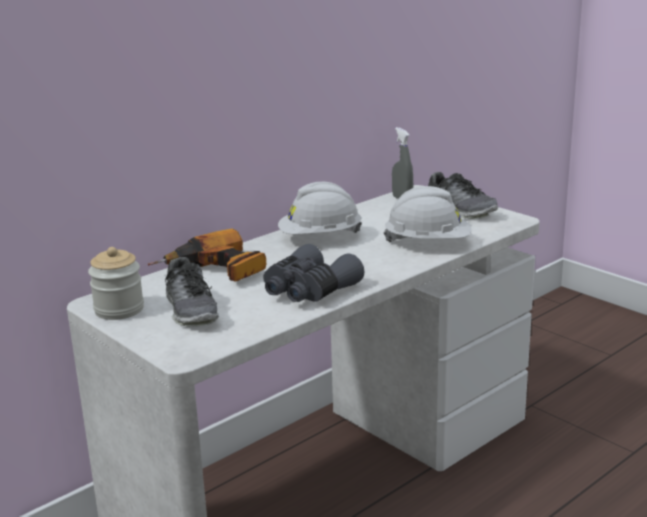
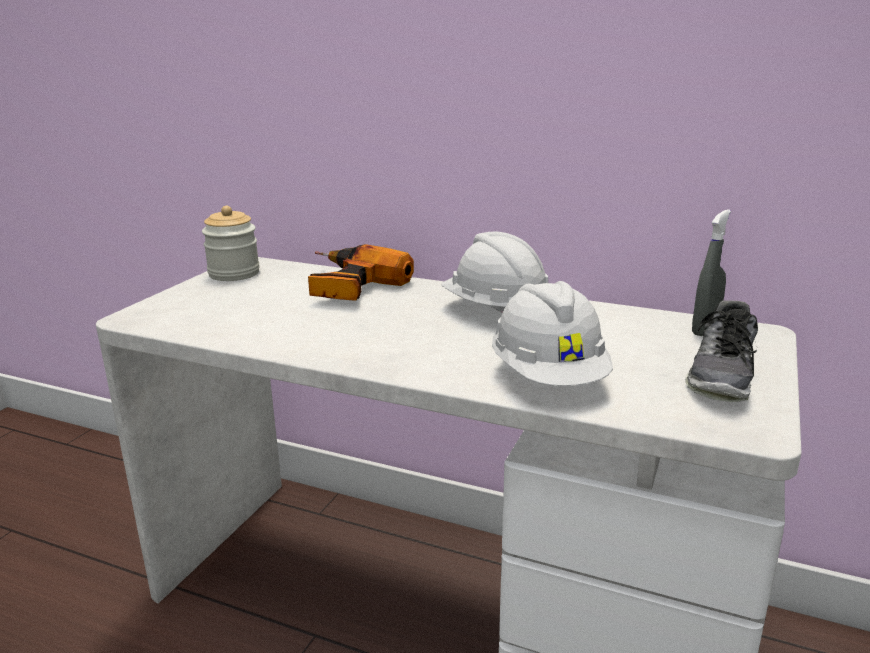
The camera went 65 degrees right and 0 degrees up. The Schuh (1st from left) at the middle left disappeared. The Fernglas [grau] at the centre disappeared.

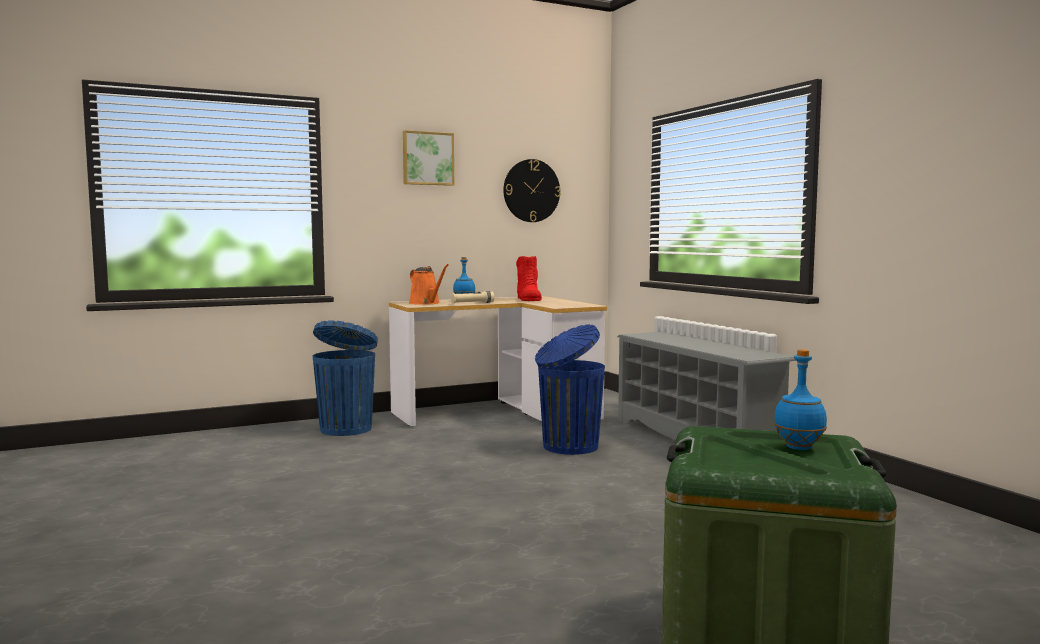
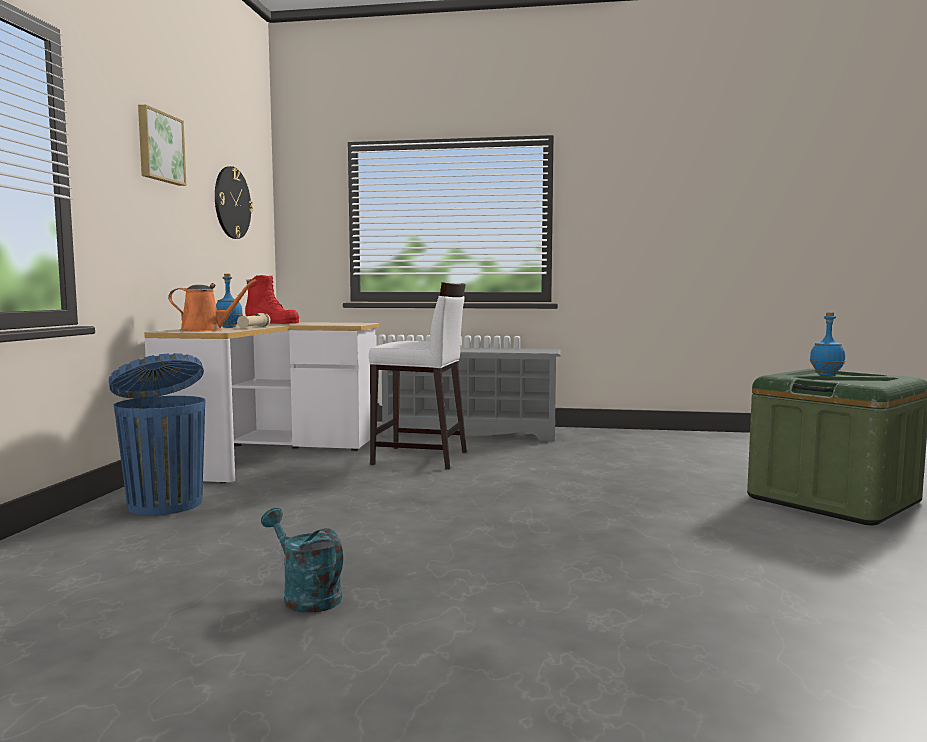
The camera went 55 degrees left and 0 degrees up. The Mülleimer [blau] (2nd from left) at the centre was replaced by the Hocker [weiß] at the centre. The Gießkanne [türkis] at the bottom left appeared.

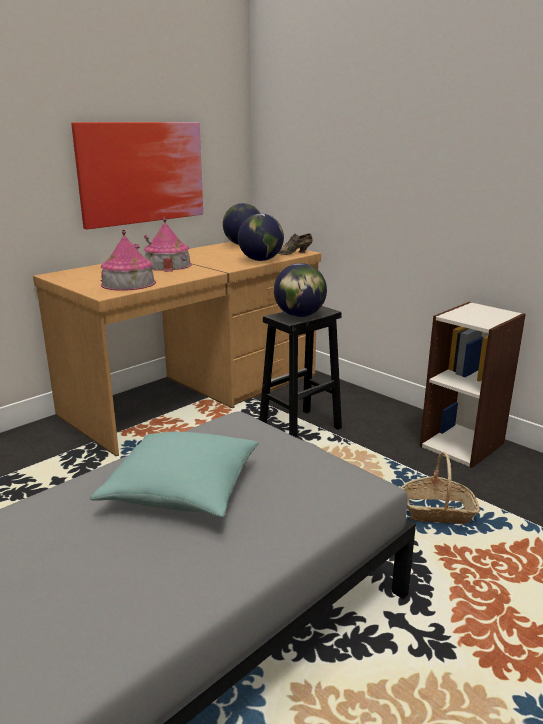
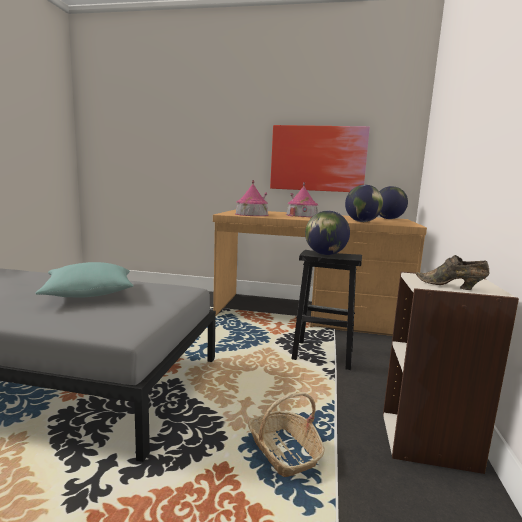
The camera went 55 degrees right and 10 degrees down. The Schuh [braun] moved from the centre to the middle right.

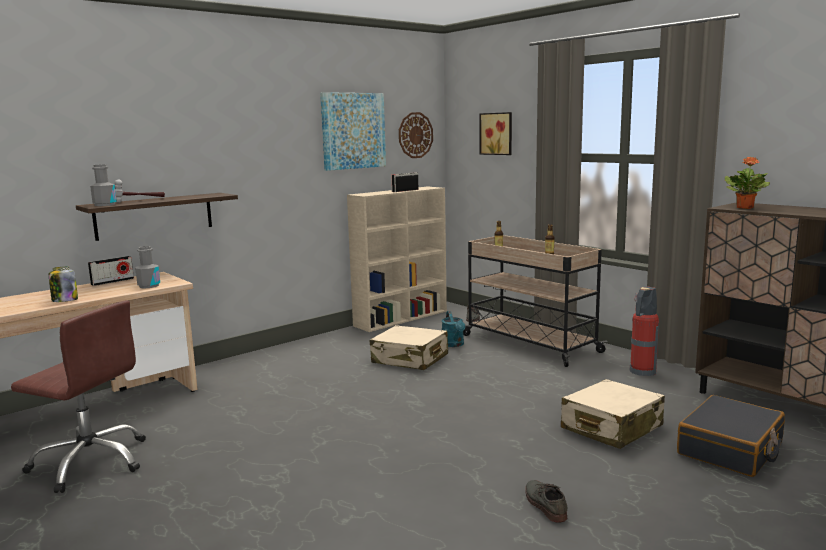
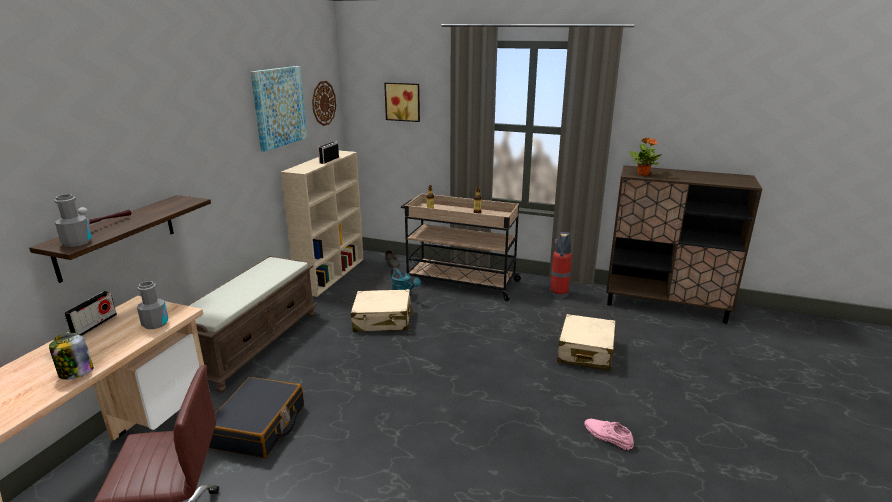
The camera went 30 degrees left and 10 degrees up. The Schuh [grau] (2nd from left) at the bottom centre became the Schuh [rosa] at the bottom right. The Koffer [schwarz] moved from the bottom right to the bottom left. The Bank [braun] at the middle left appeared.

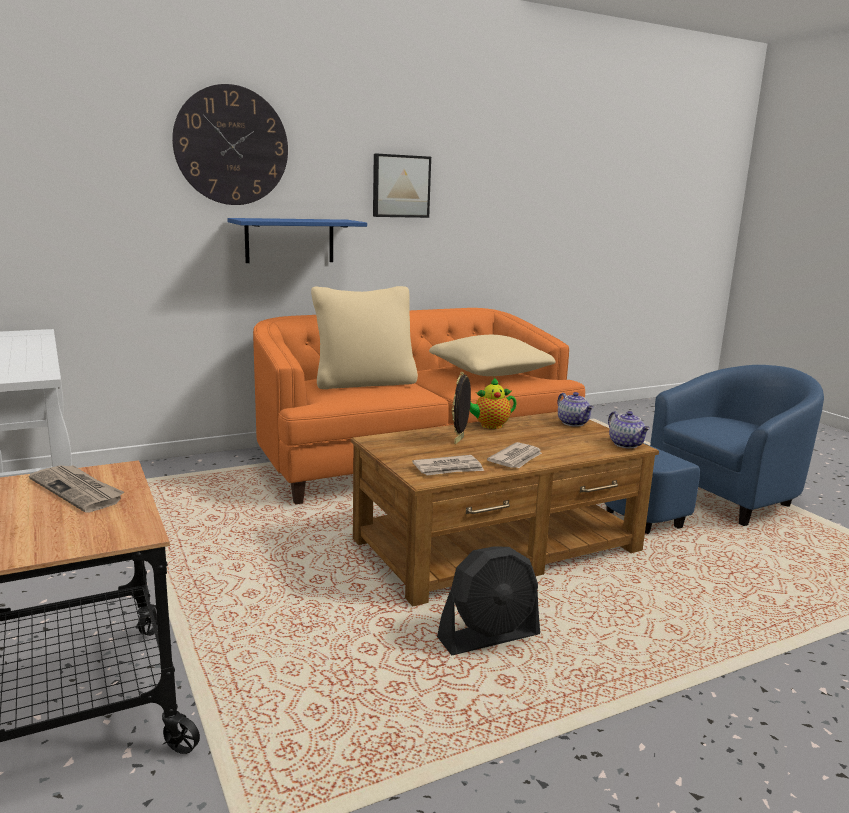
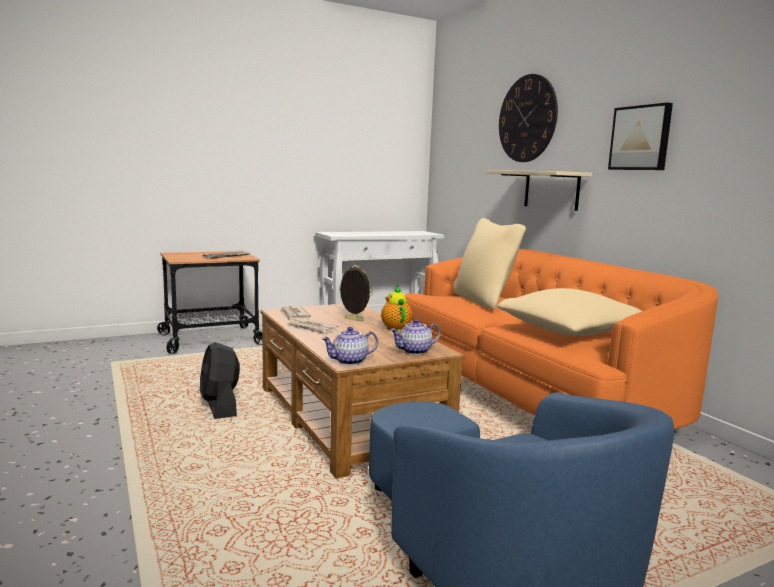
The camera went 90 degrees right and 5 degrees down. The Wandregal [blau] at the top centre became the Wandregal [beige] at the top right.

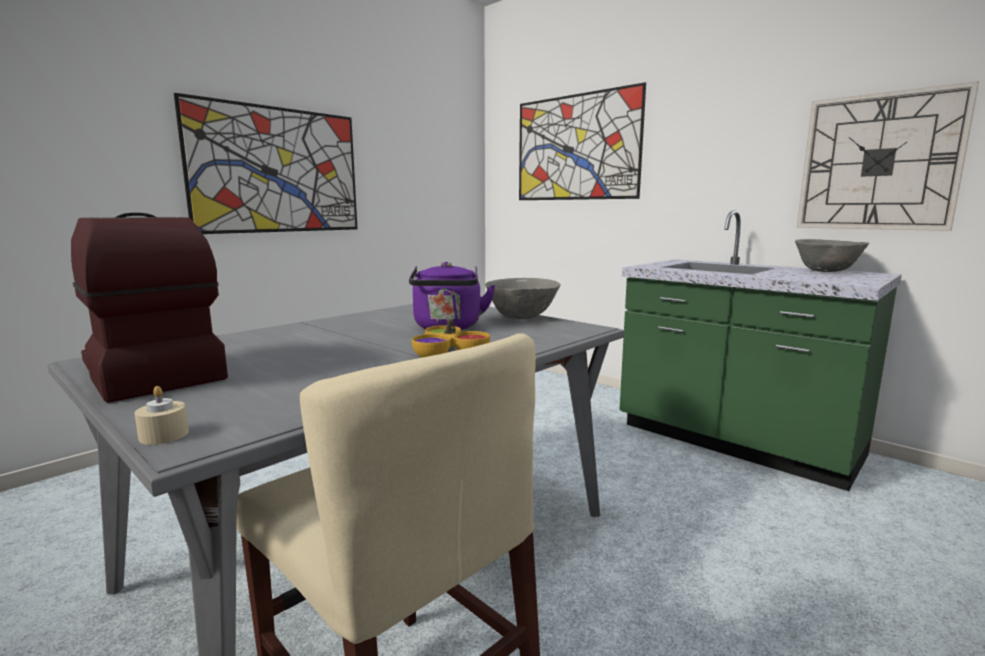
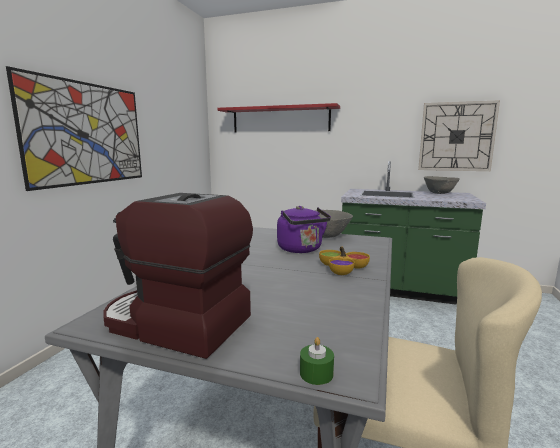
The camera went 25 degrees left and 0 degrees up. The Kerze [beige] at the middle left became the Kerze [grün] at the bottom centre. The Bild (2nd from left) at the top centre was replaced by the Wandregal [rot] at the top centre.

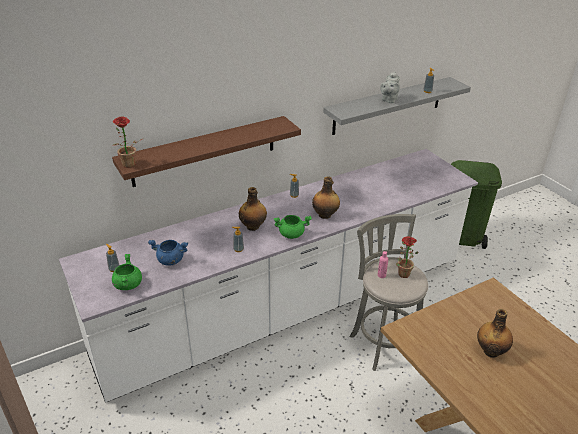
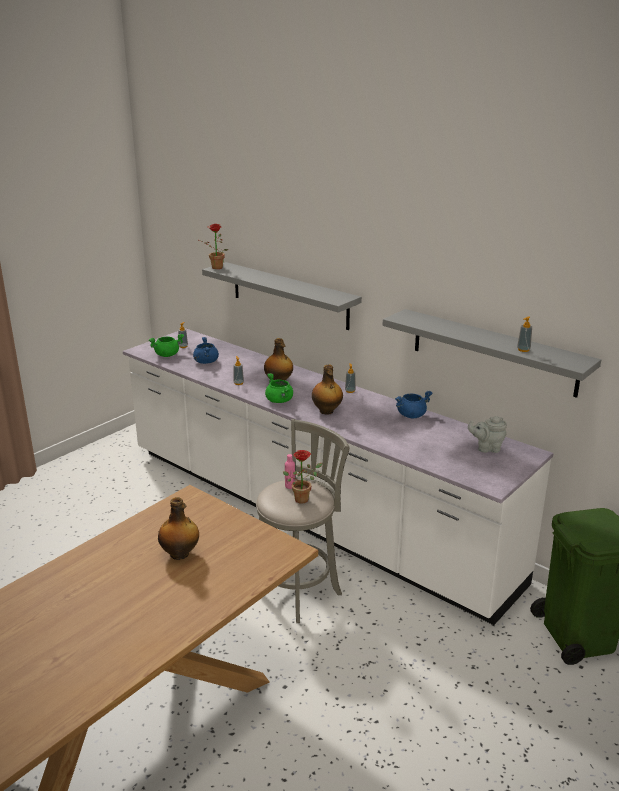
The camera went 70 degrees right and 10 degrees down. The Wandregal [braun] at the centre became the Wandregal [grau] (1st from left) at the centre. The Teekanne [grau] moved from the top right to the middle right. The Kochtopf [blau] (2nd from left) at the middle right appeared.

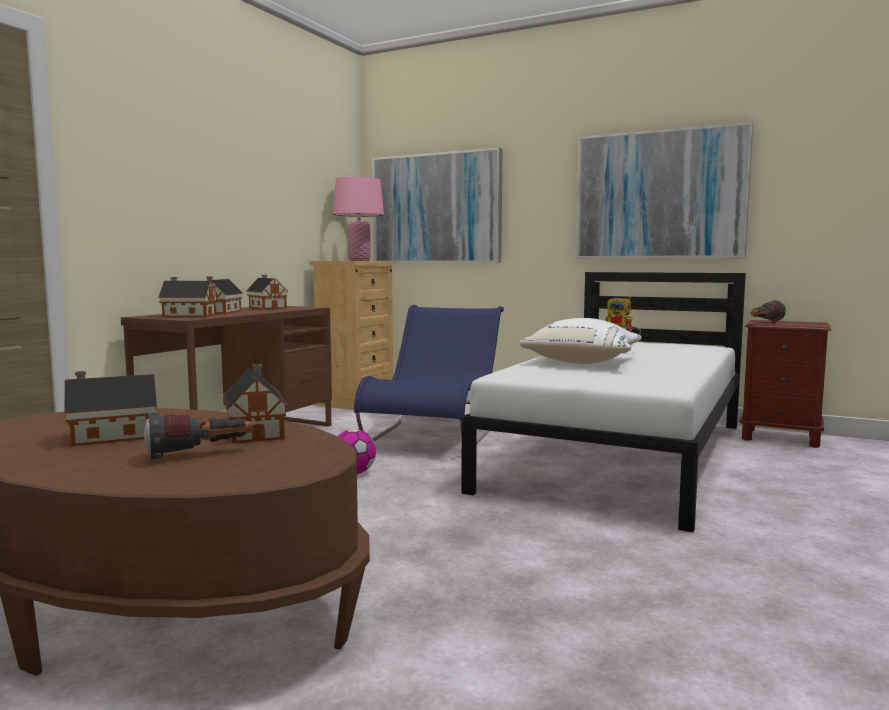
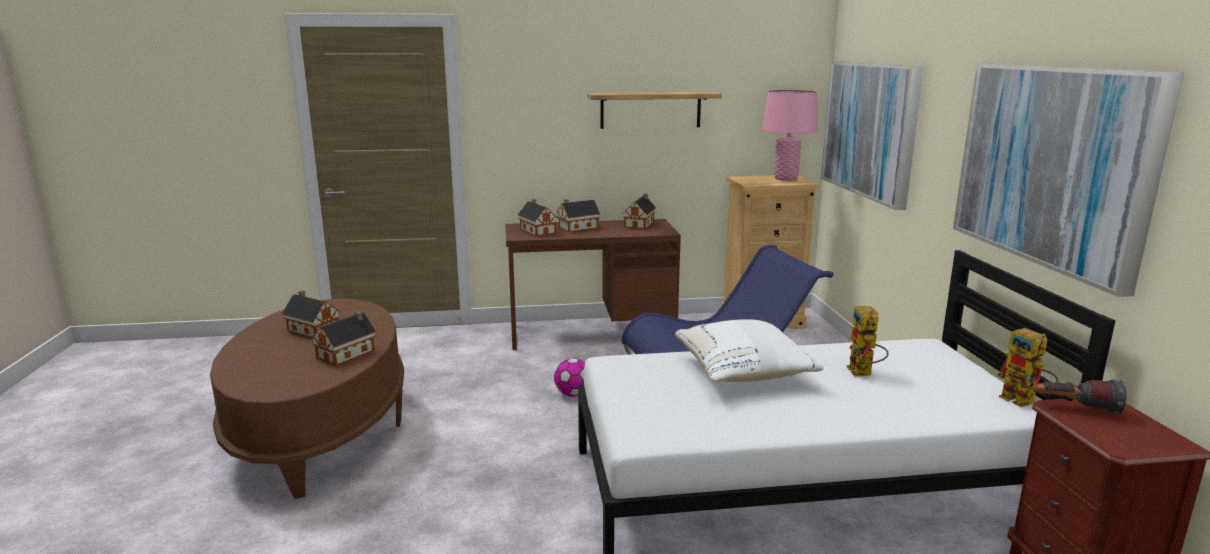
The camera went 55 degrees right and 10 degrees up. The Taschenlampe (1st from left) at the middle left disappeared. The Wandregal at the top centre appeared. The Spielzeugroboter (2nd from left) at the middle right appeared.

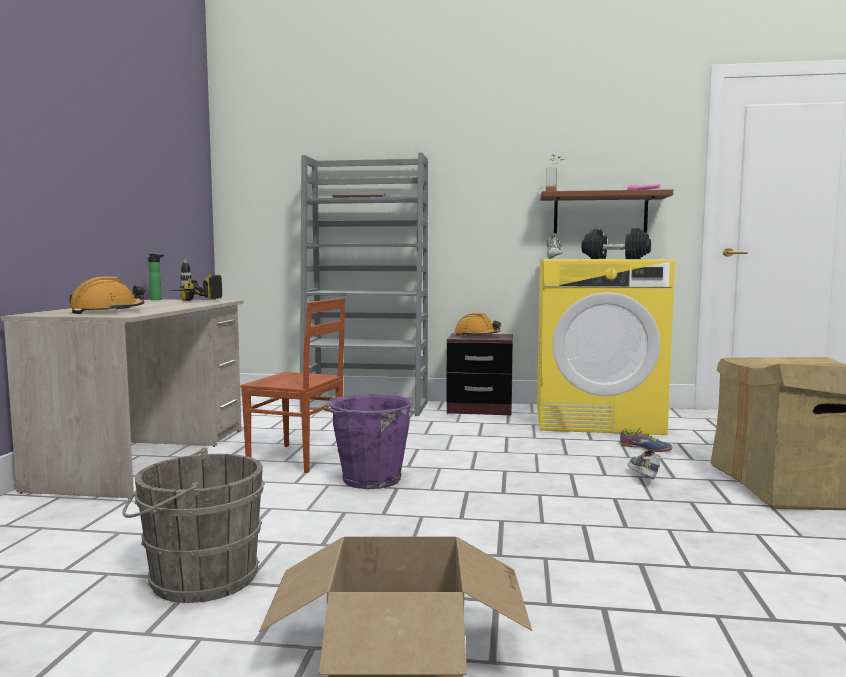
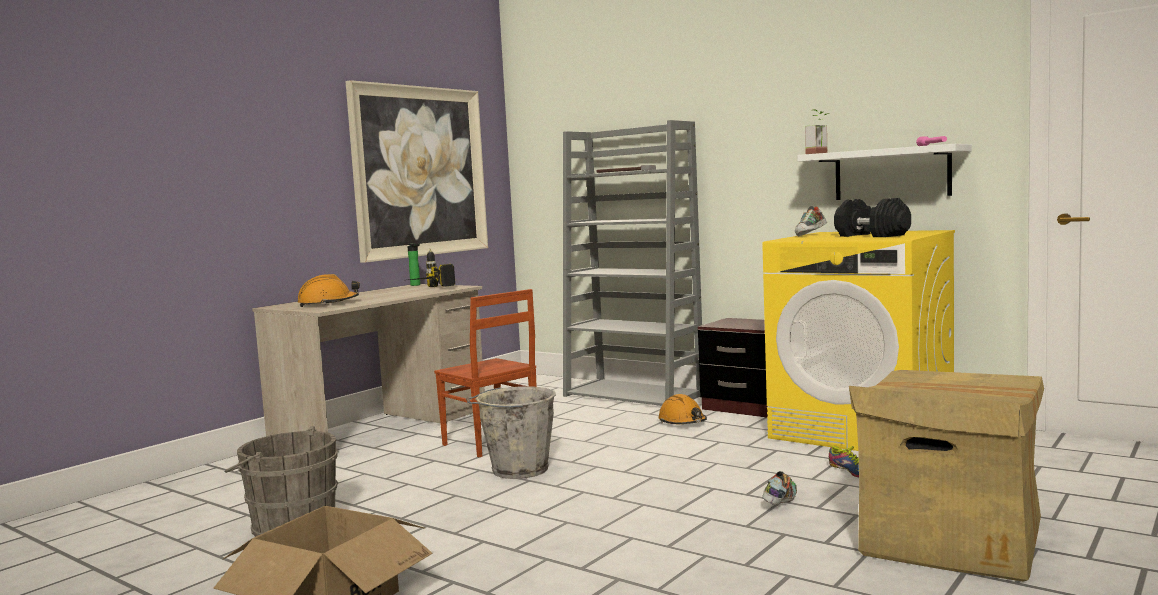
The camera went 30 degrees right and 0 degrees up. The Eimer [lila] at the centre became the Eimer [grau] (2nd from left) at the bottom centre. The Schutzhelm [orange] (2nd from left) moved from the centre to the bottom centre. The Wandregal [braun] at the top right became the Wandregal [weiß] at the top right. The Bild at the top centre appeared.

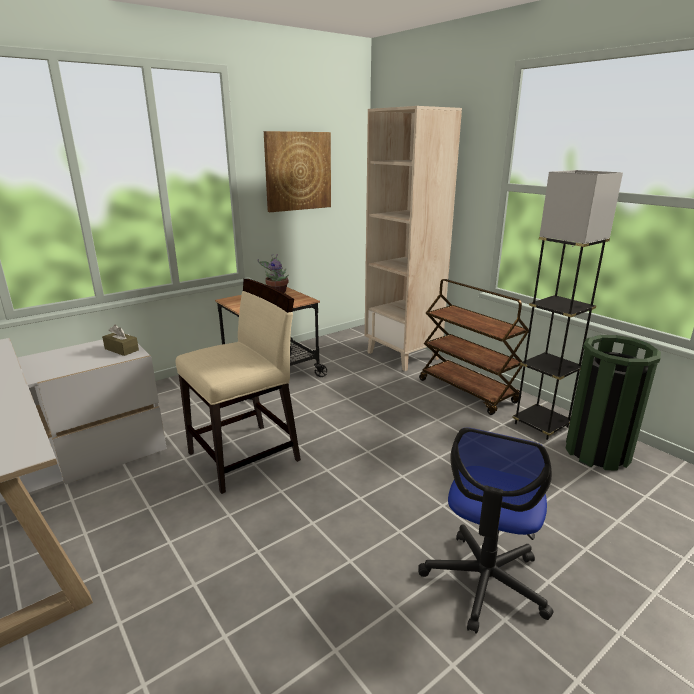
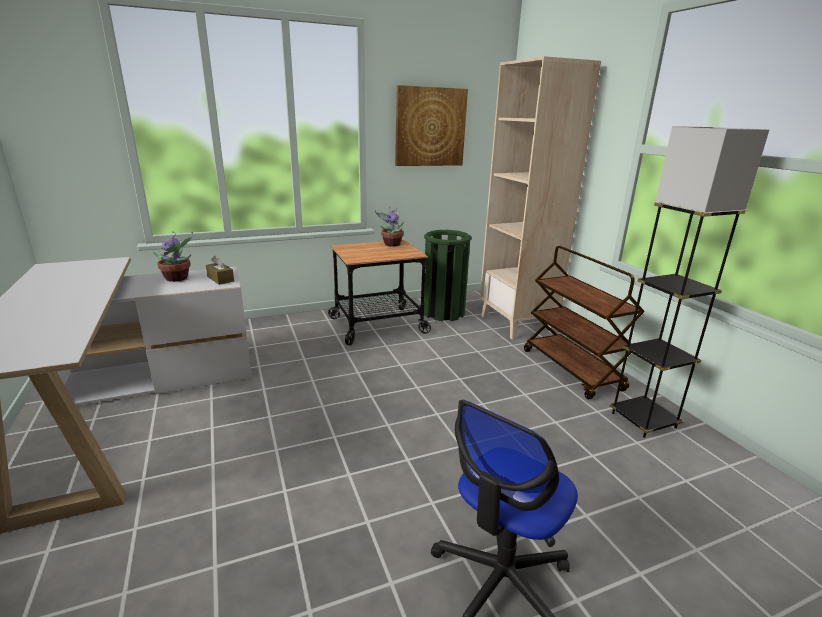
The camera went 15 degrees right and 0 degrees up. The Stuhl [beige] at the centre disappeared. The Mülleimer [grün] moved from the middle right to the centre. The Topfpflanze (1st from left) at the middle left appeared.

